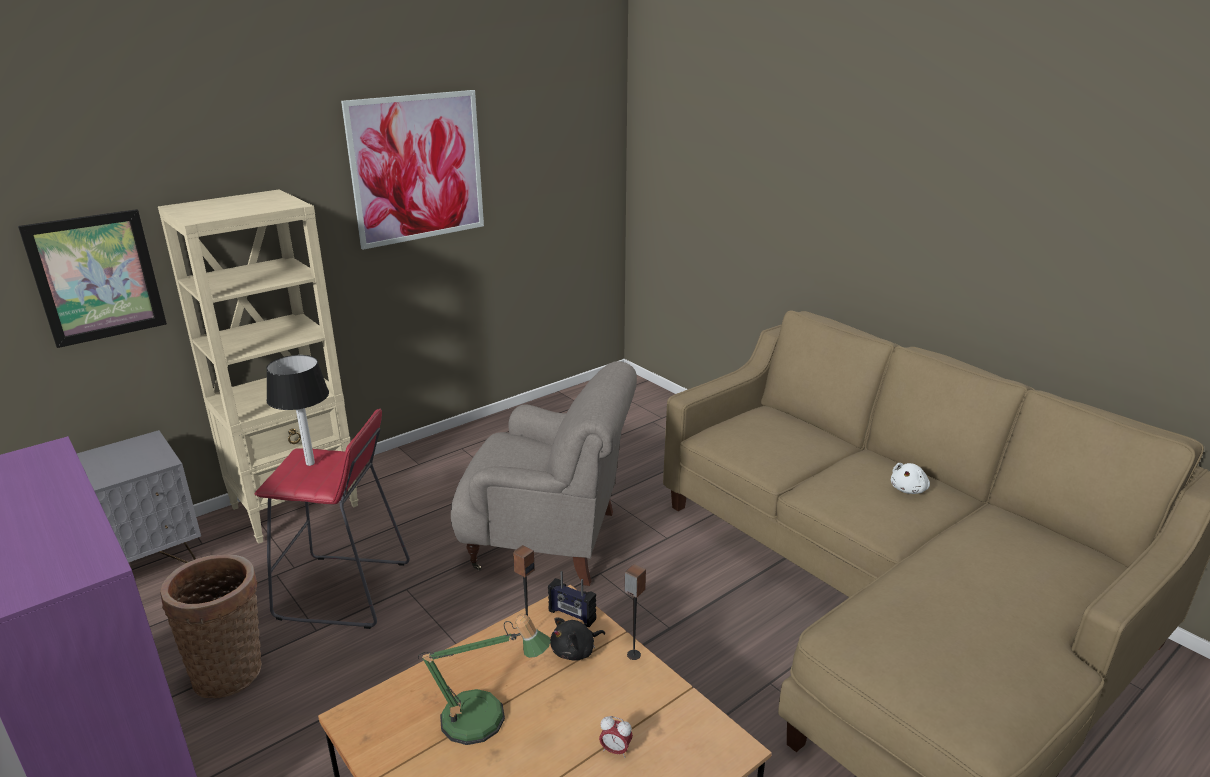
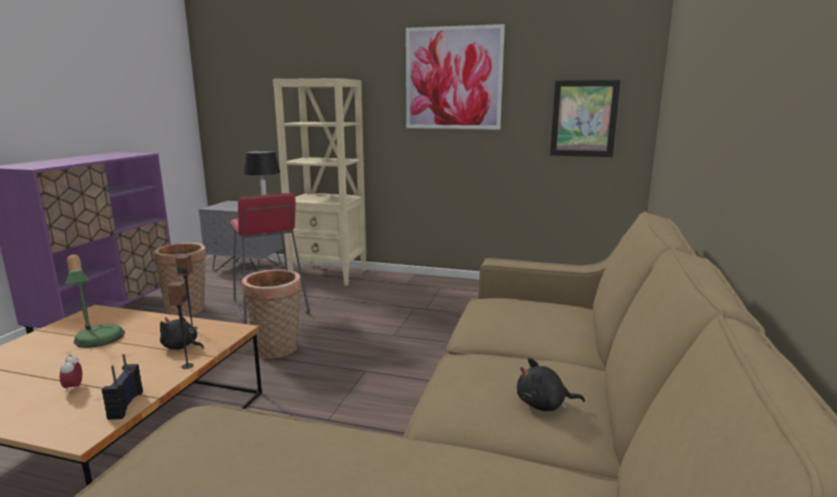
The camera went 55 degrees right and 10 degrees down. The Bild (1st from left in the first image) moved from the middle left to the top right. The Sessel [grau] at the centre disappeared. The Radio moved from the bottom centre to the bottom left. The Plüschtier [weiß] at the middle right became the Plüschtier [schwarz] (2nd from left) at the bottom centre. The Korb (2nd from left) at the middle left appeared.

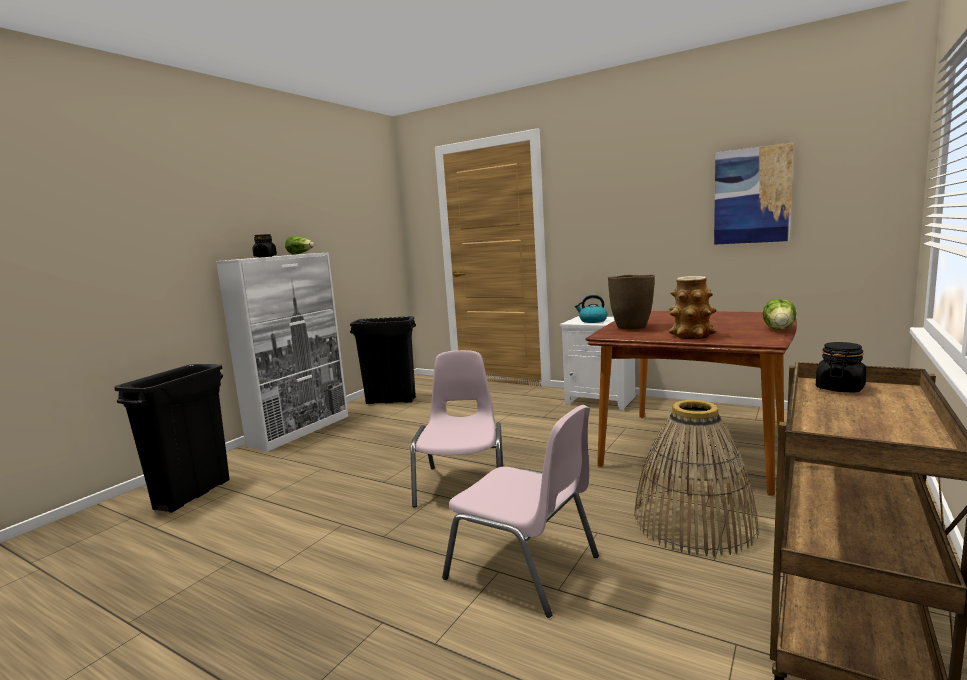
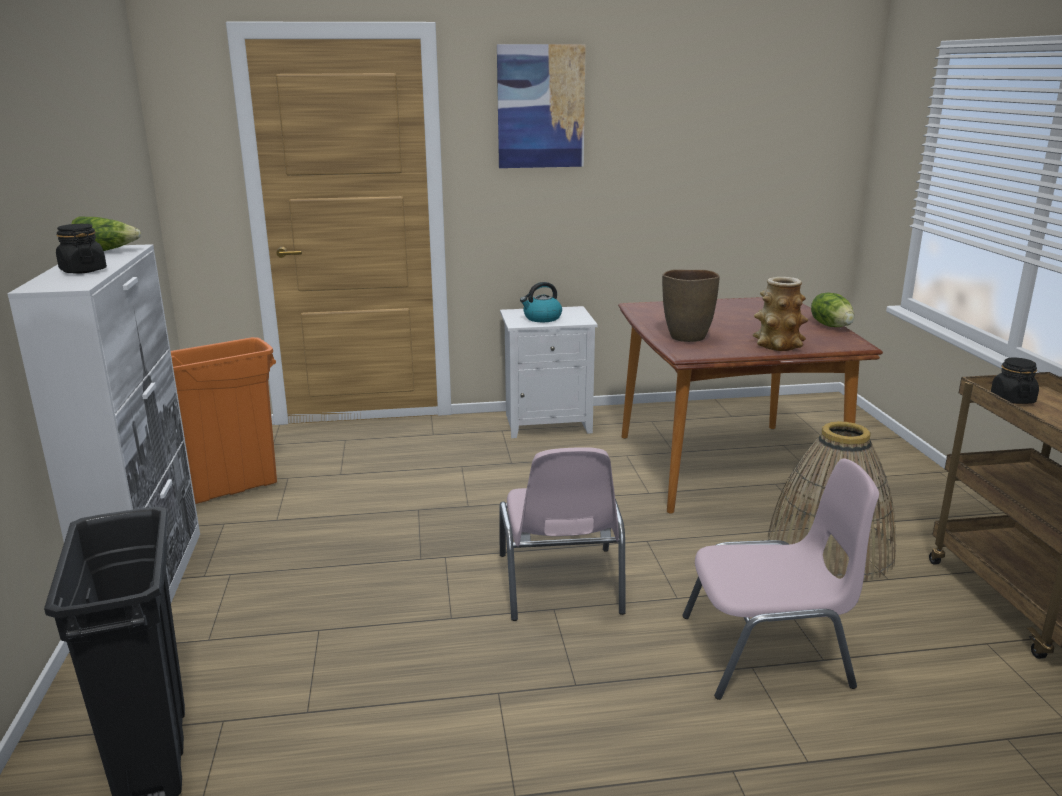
The camera went 40 degrees left and 10 degrees up. The Mülleimer [schwarz] (2nd from left) at the centre became the Mülleimer [orange] at the middle left. The Stuhl [rosa] (1st from left) at the centre turned 150 degrees counterclockwise. The Bild moved from the top right to the top centre.

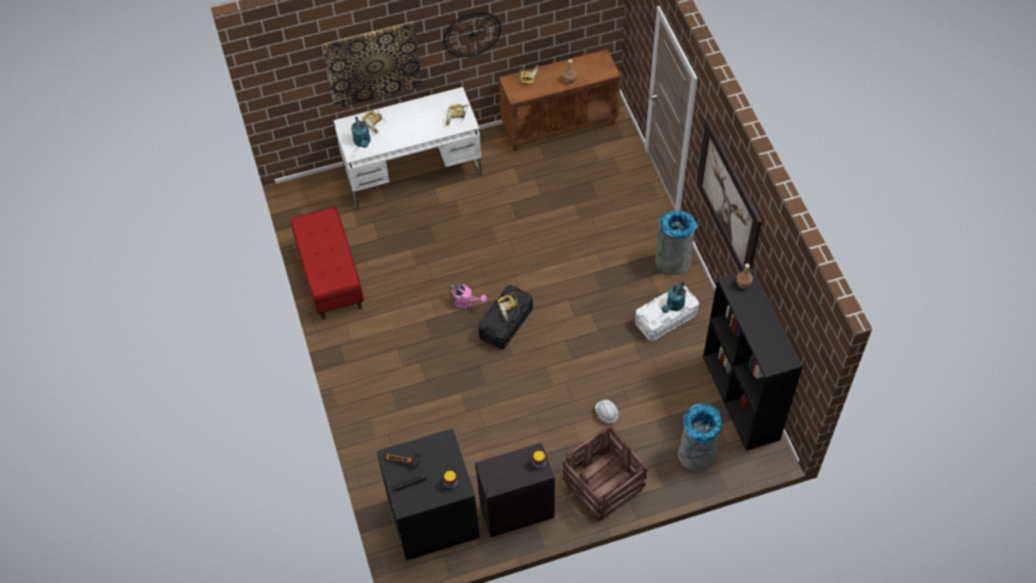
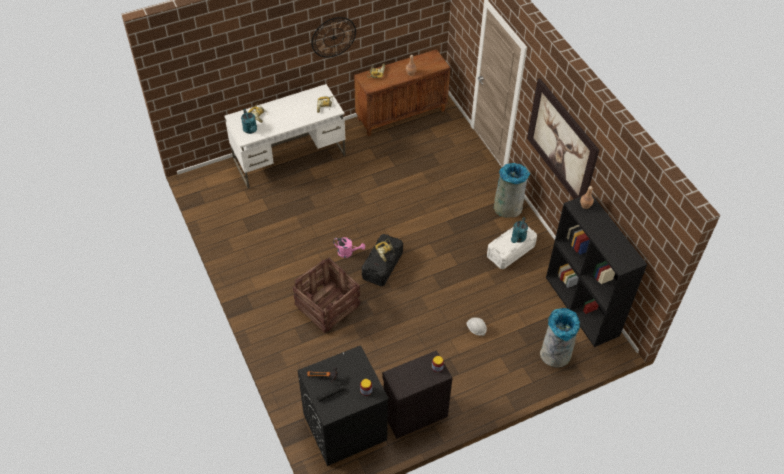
The camera went 10 degrees left and 5 degrees down. The Bank [rot] at the middle left disappeared. The Bild (1st from left) at the top centre disappeared. The Kiste moved from the bottom centre to the centre.

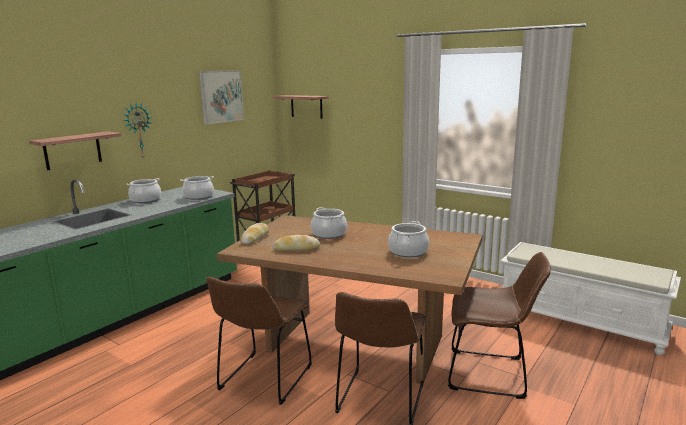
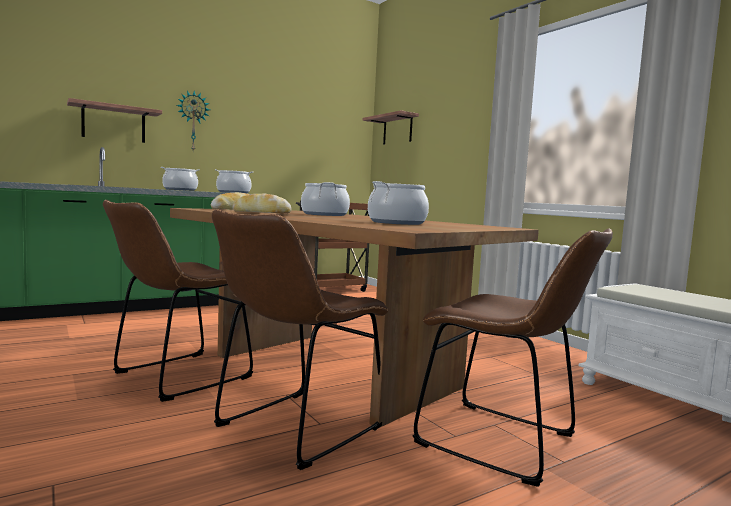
The camera went 20 degrees right and 10 degrees down. The Bild at the top left disappeared.

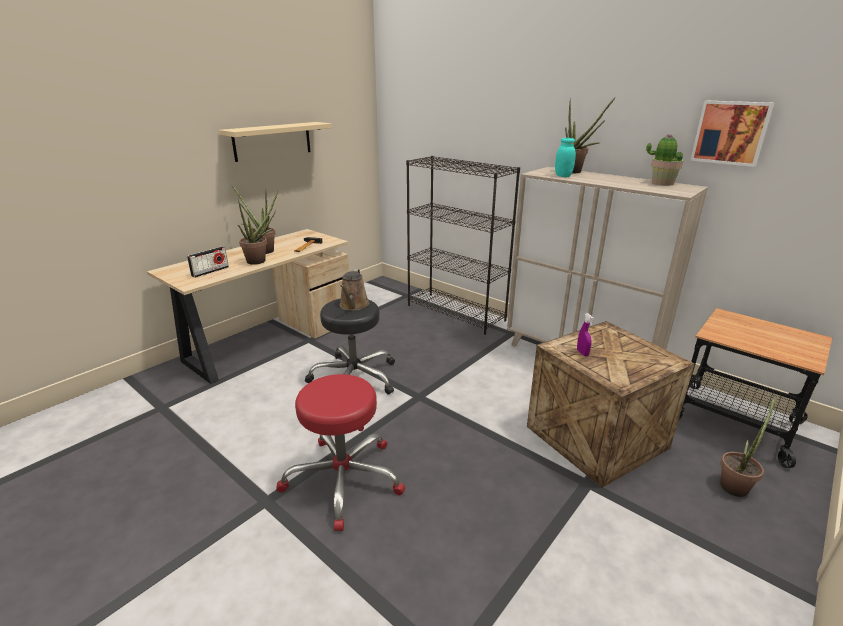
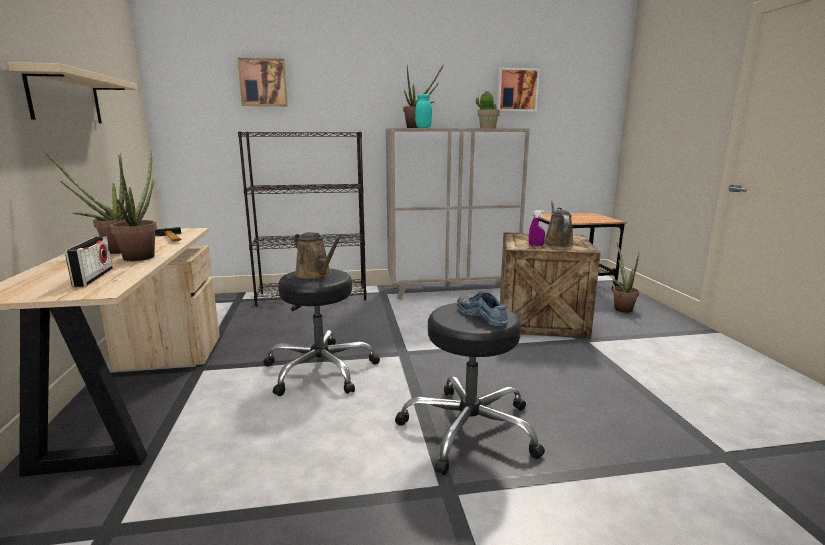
The camera went 50 degrees left and 10 degrees down. The Hocker [rot] at the bottom centre became the Hocker [schwarz] (2nd from left) at the bottom centre. The Bild (1st from left) at the top left appeared. The Schuh at the centre appeared. The Gießkanne [braun] (2nd from left) at the middle right appeared.

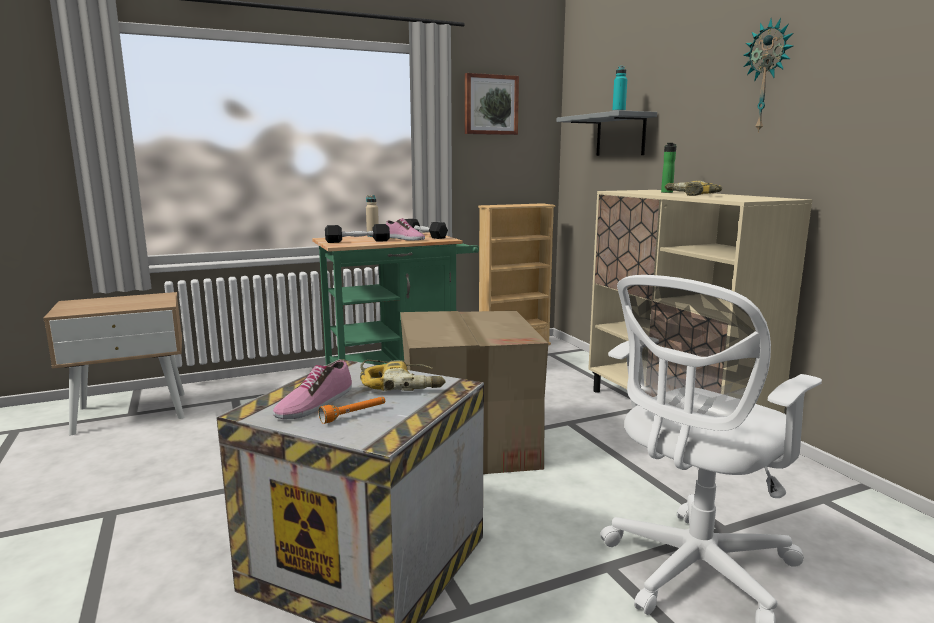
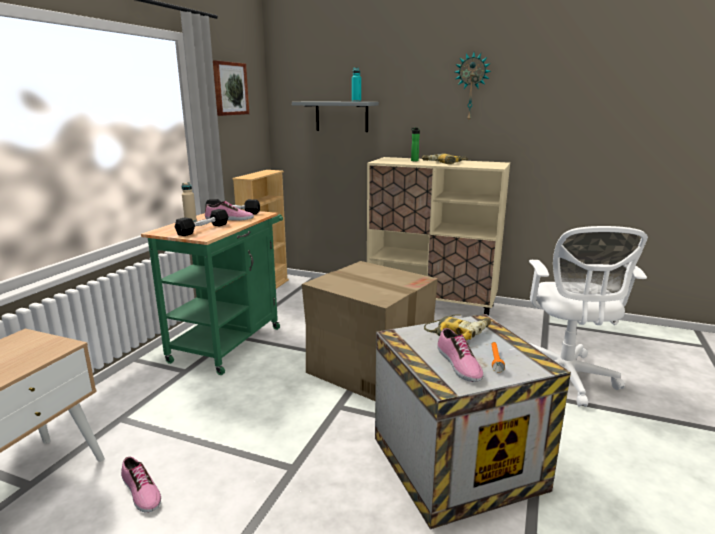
The camera went 45 degrees left and 5 degrees up. The Schuh (1st from left) at the bottom left appeared.

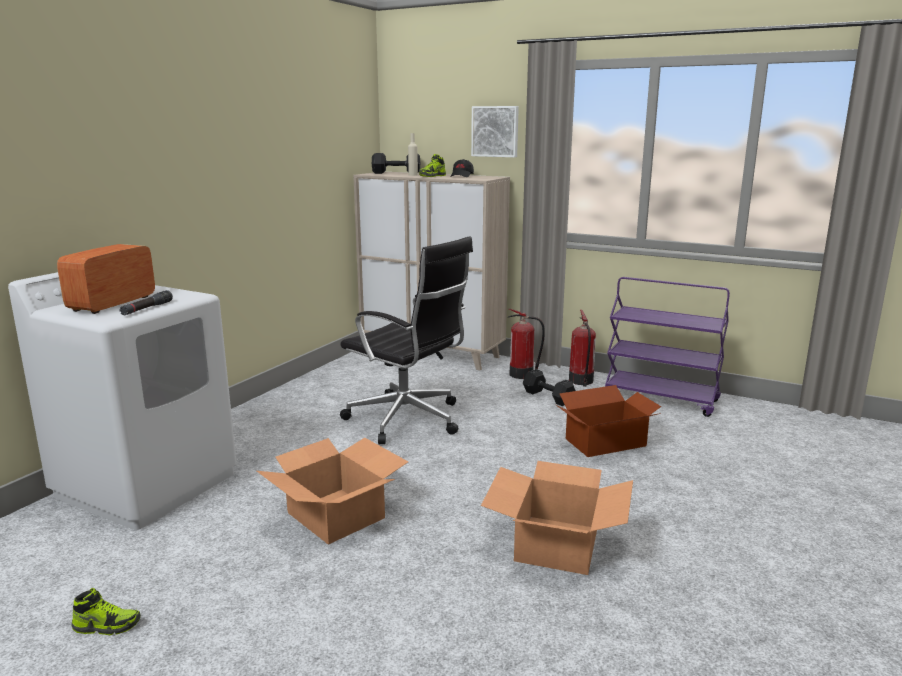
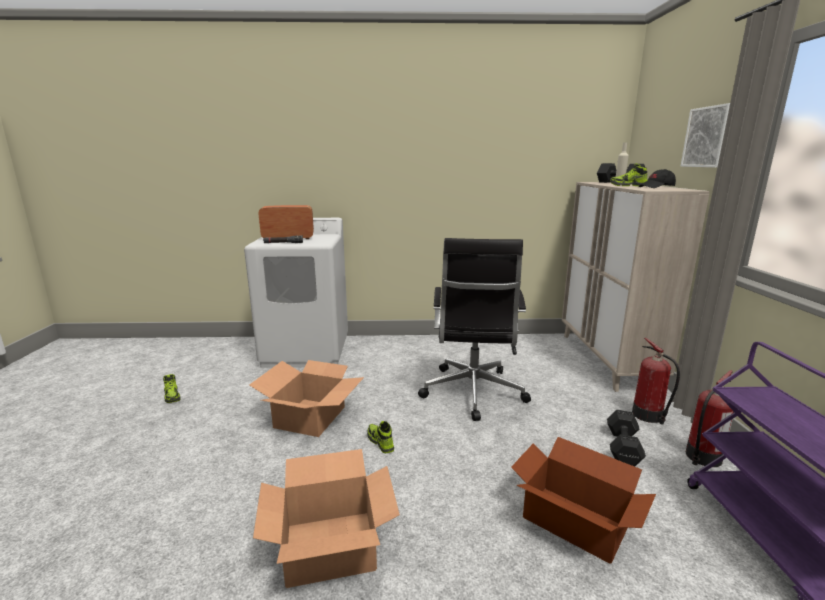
The camera went 60 degrees right and 0 degrees up. The Schuh (2nd from left) at the bottom centre appeared.

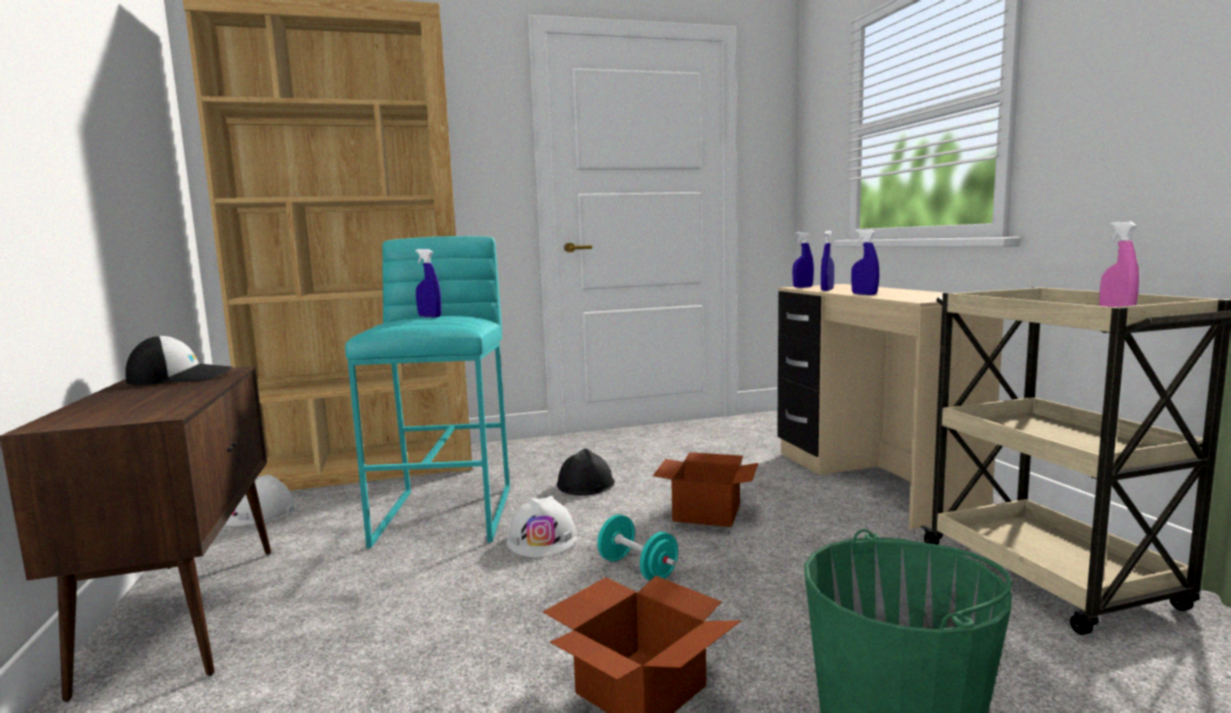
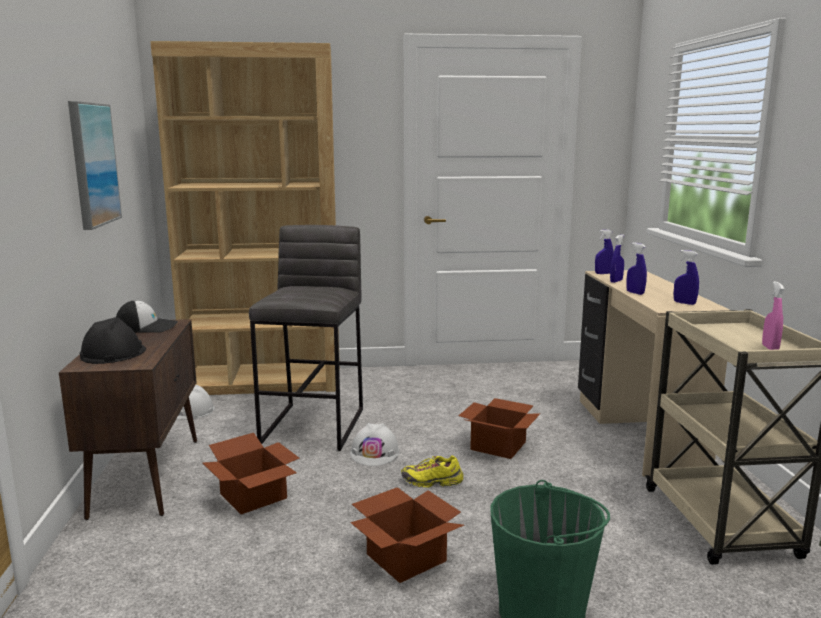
The camera went 10 degrees right and 5 degrees up. The Hocker [türkis] at the centre became the Hocker [grau] at the centre. The Sprühflasche [blau] (1st from left in the first image) moved from the centre to the middle right. The Schutzhelm [schwarz] moved from the centre to the middle left. The Hantel [türkis] at the bottom centre was replaced by the Schuh [gelb] at the bottom centre. The Bild at the top left appeared. The Karton (1st from left) at the bottom left appeared.

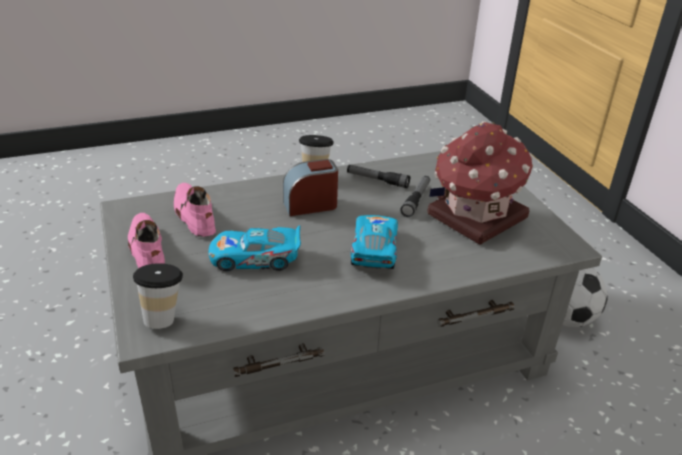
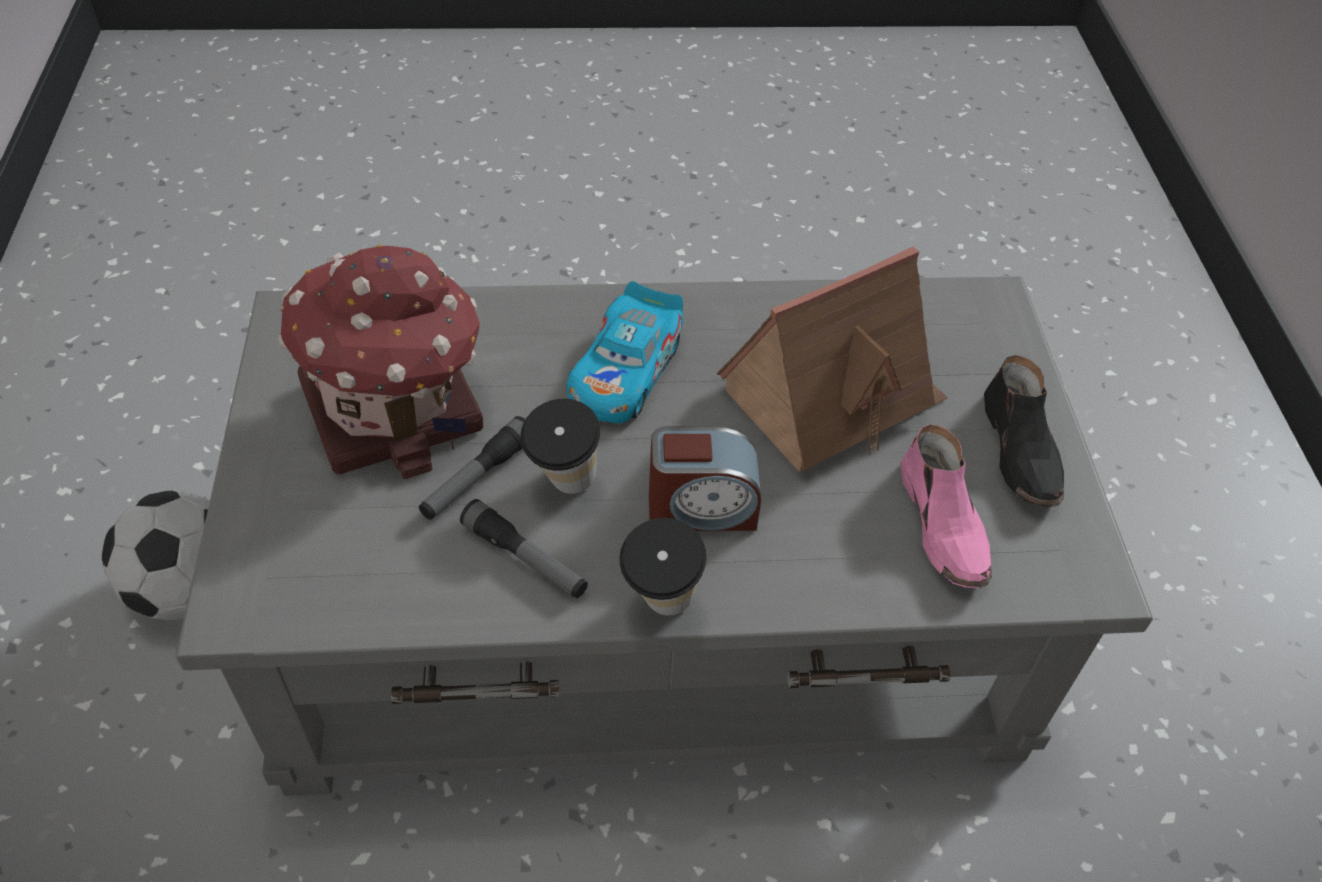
The camera went 165 degrees left and 15 degrees up. The Schuh [rosa] (1st from left) at the middle left became the Schuh [schwarz] at the middle right. The Tasse (1st from left) moved from the middle left to the centre. The Spielzeugauto (1st from left) at the centre was replaced by the Spielzeughaus (2nd from left) at the centre.

